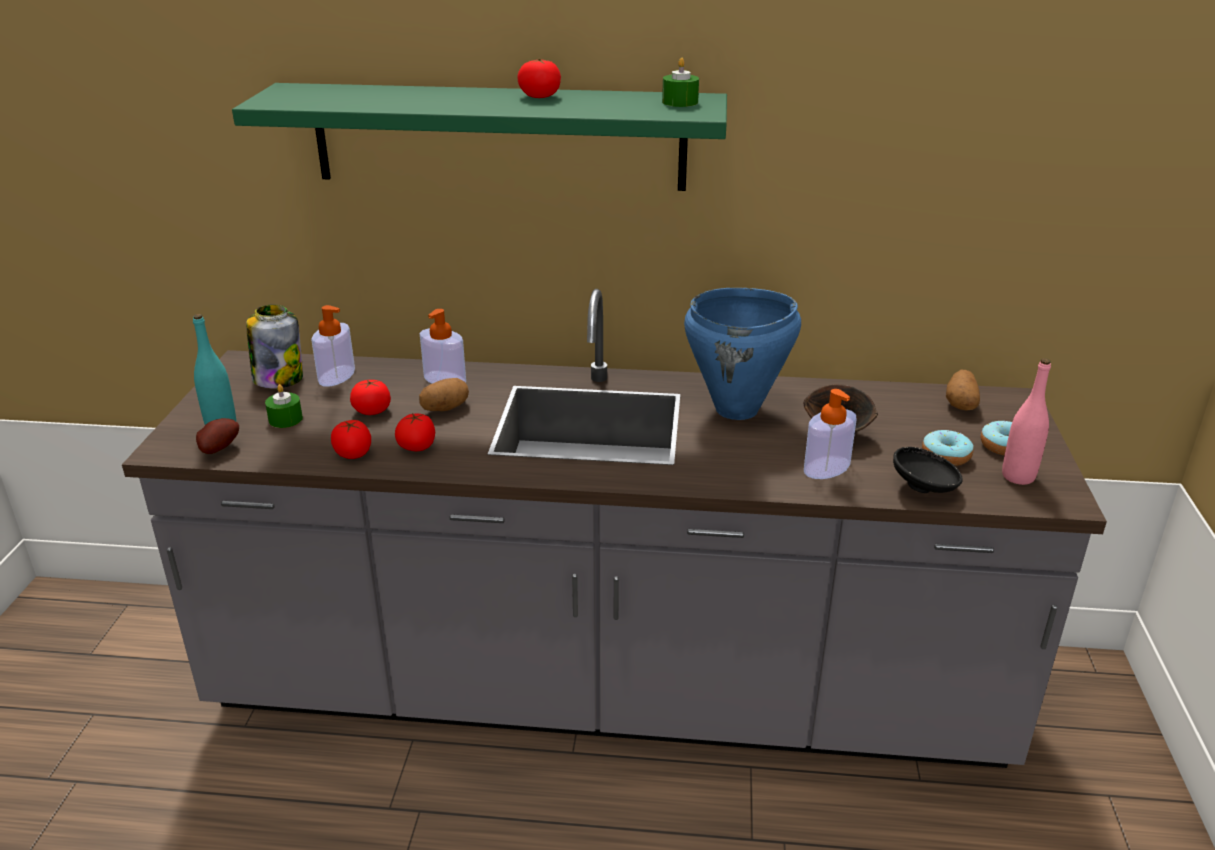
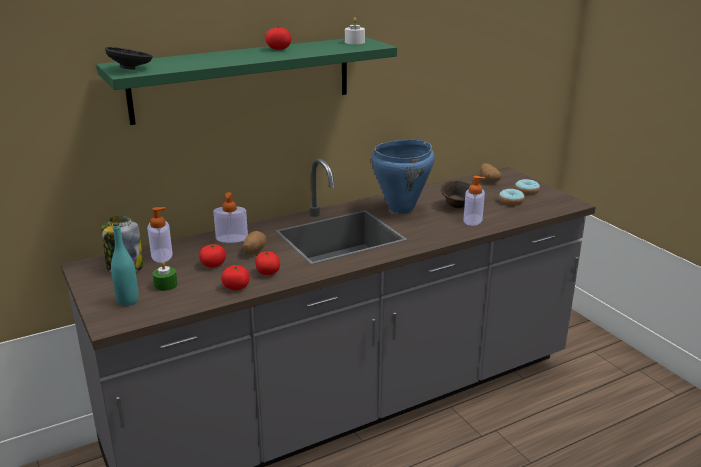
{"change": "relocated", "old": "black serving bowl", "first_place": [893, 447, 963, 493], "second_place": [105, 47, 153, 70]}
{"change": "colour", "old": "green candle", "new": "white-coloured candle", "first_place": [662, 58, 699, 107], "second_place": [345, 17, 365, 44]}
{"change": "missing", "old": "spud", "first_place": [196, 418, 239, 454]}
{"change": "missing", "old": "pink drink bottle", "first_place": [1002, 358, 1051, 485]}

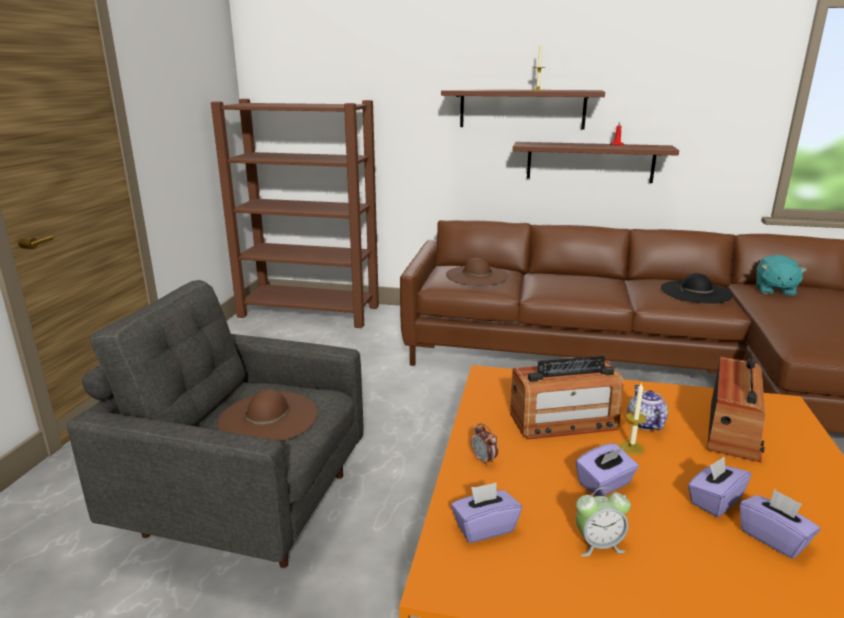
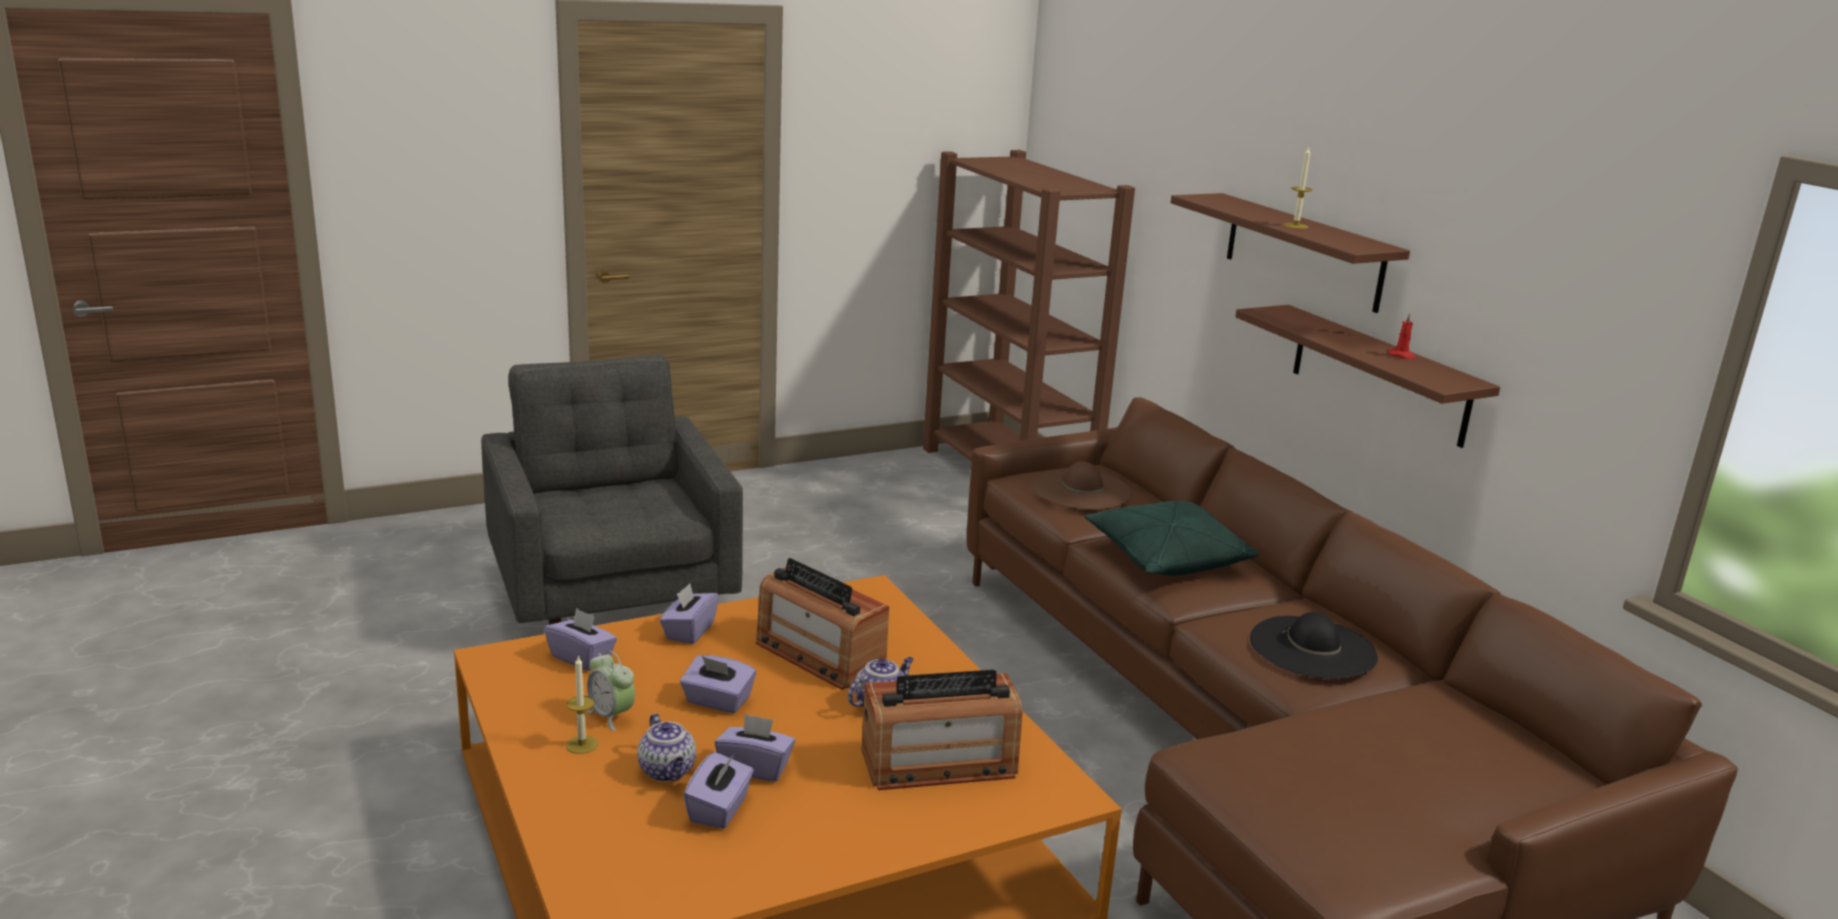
{"change": "relocated", "old": "candle", "first_place": [620, 382, 647, 454], "second_place": [566, 655, 598, 754]}
{"change": "appeared", "new": "pot for tea", "second_place": [637, 713, 696, 782]}
{"change": "exchanged", "old": "bedside clock", "new": "purple-coloured tissue holder", "first_place": [471, 423, 498, 466], "second_place": [660, 583, 719, 644]}
{"change": "appeared", "new": "green pillow", "second_place": [1085, 500, 1259, 575]}
{"change": "missing", "old": "brown-coloured clothing hat", "first_place": [218, 389, 318, 442]}
{"change": "missing", "old": "turquoise-coloured soft toy", "first_place": [756, 255, 807, 296]}

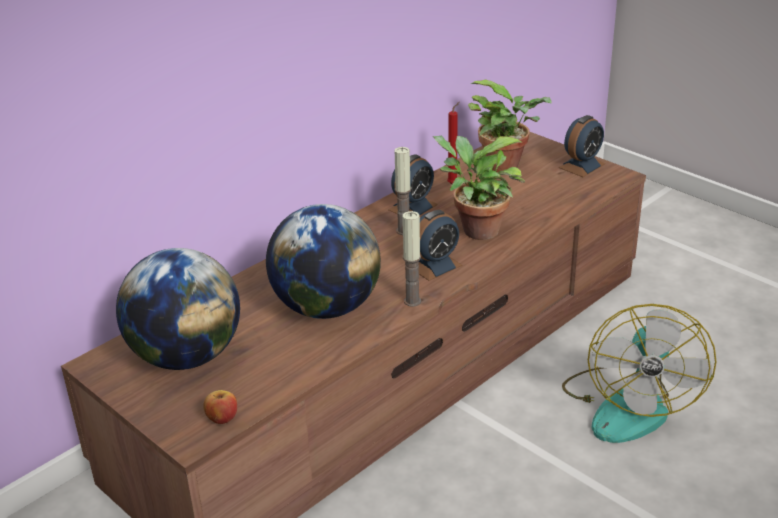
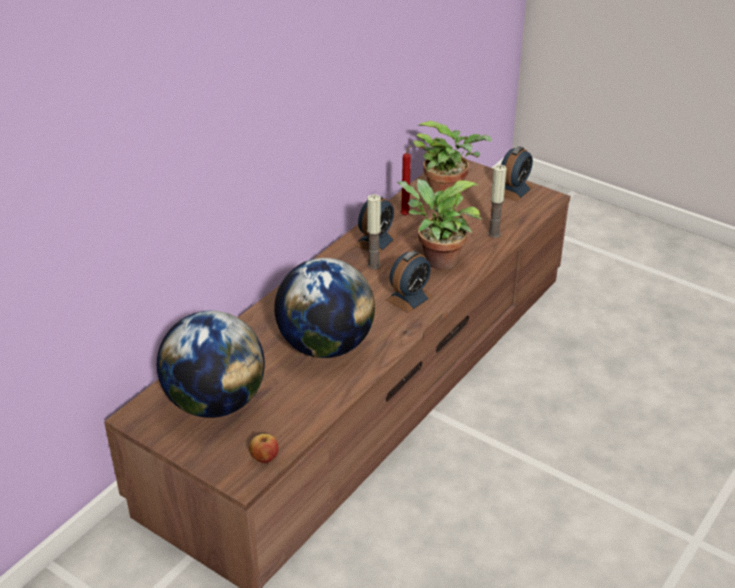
{"change": "relocated", "old": "candle", "first_place": [403, 211, 421, 307], "second_place": [488, 165, 507, 238]}
{"change": "missing", "old": "cooling fan", "first_place": [562, 304, 717, 443]}

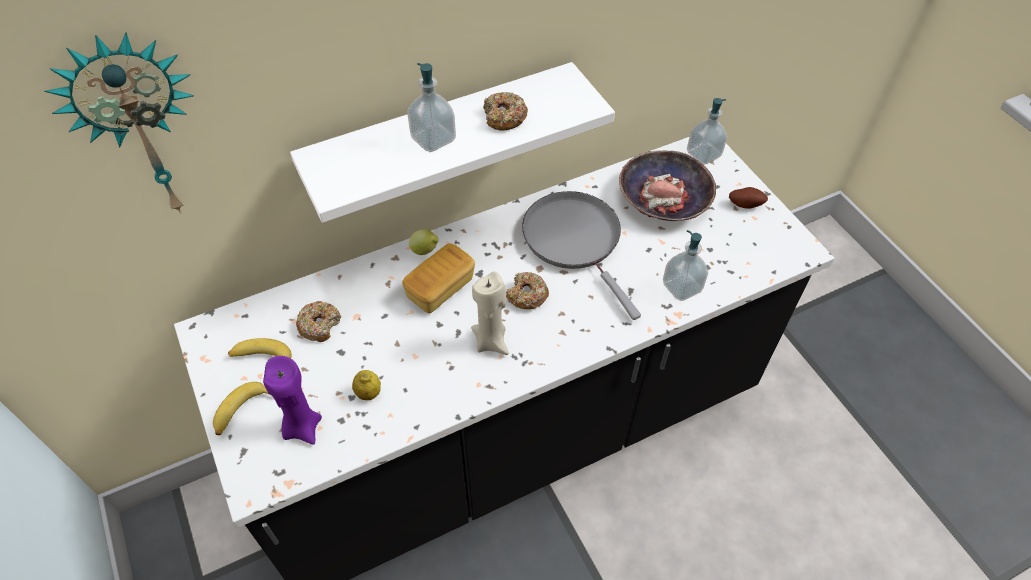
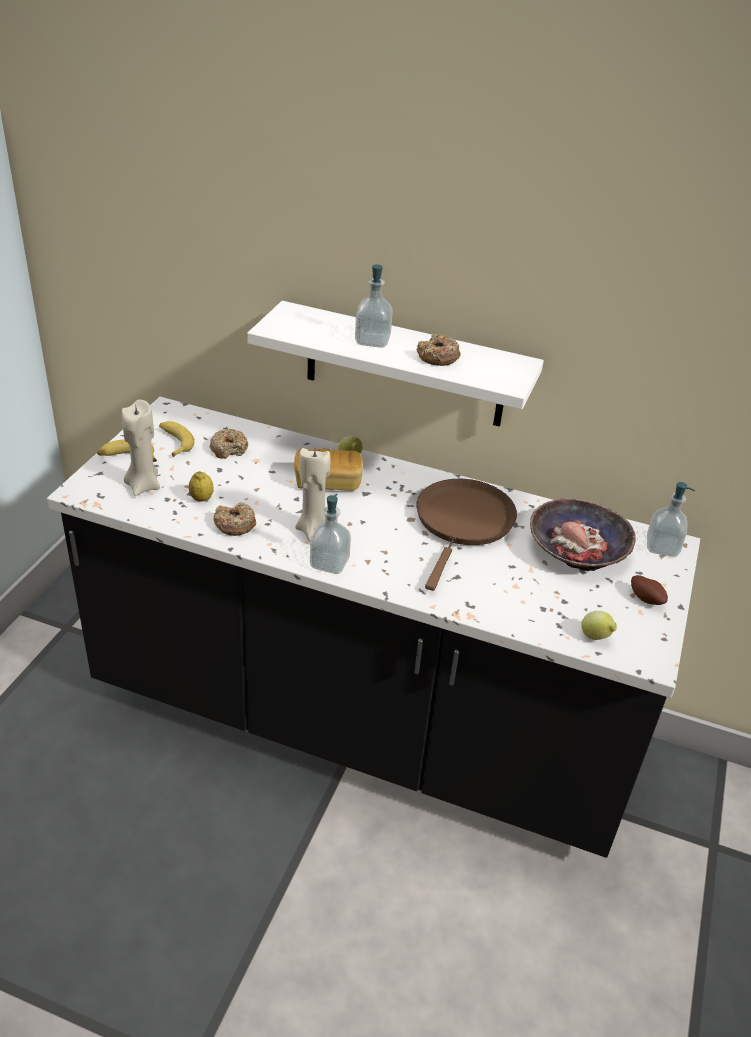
{"change": "colour", "old": "purple-coloured candle", "new": "beige candle", "first_place": [263, 356, 322, 444], "second_place": [121, 400, 160, 496]}
{"change": "relocated", "old": "doughnut", "first_place": [506, 272, 549, 309], "second_place": [213, 502, 256, 536]}
{"change": "relocated", "old": "soap bottle", "first_place": [663, 230, 708, 301], "second_place": [310, 494, 351, 574]}
{"change": "colour", "old": "greyish pan", "new": "brown-coloured pan", "first_place": [522, 191, 641, 320], "second_place": [416, 479, 517, 591]}
{"change": "appeared", "new": "lemon", "second_place": [581, 611, 617, 640]}
{"change": "missing", "old": "clock on the wall", "first_place": [44, 32, 194, 213]}

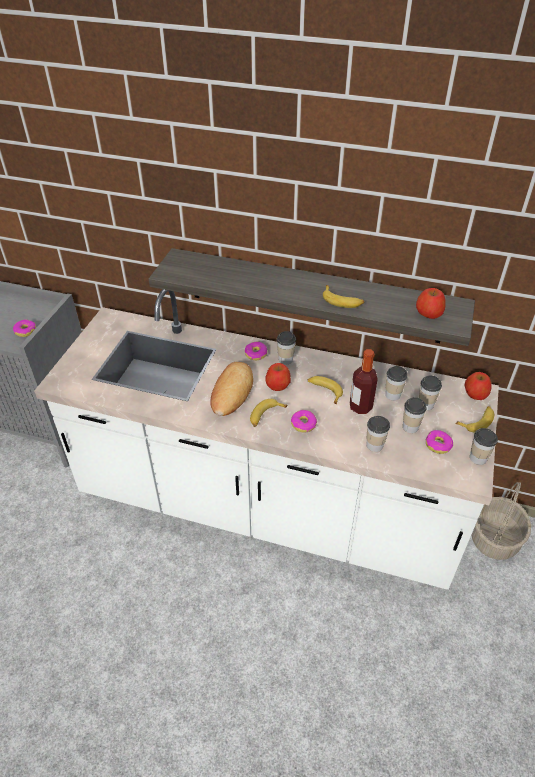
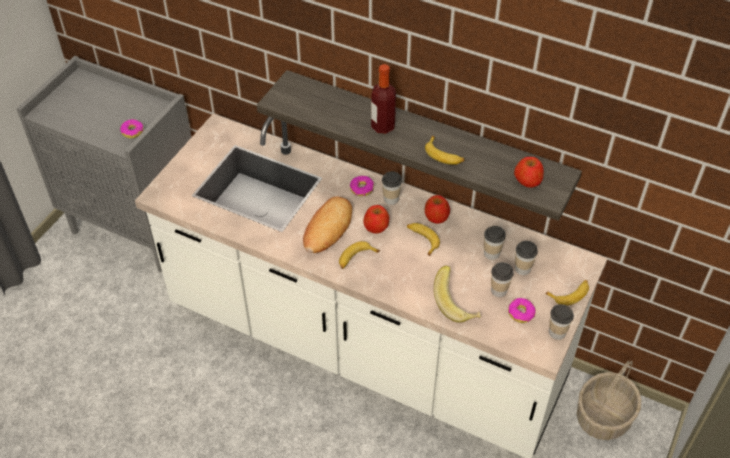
{"change": "relocated", "old": "drink bottle", "first_place": [350, 349, 378, 414], "second_place": [371, 64, 396, 134]}
{"change": "relocated", "old": "apple", "first_place": [464, 372, 492, 400], "second_place": [425, 195, 450, 224]}
{"change": "exchanged", "old": "cup", "new": "whole banana", "first_place": [367, 416, 390, 452], "second_place": [434, 265, 481, 323]}
{"change": "missing", "old": "doughnut", "first_place": [291, 410, 317, 432]}

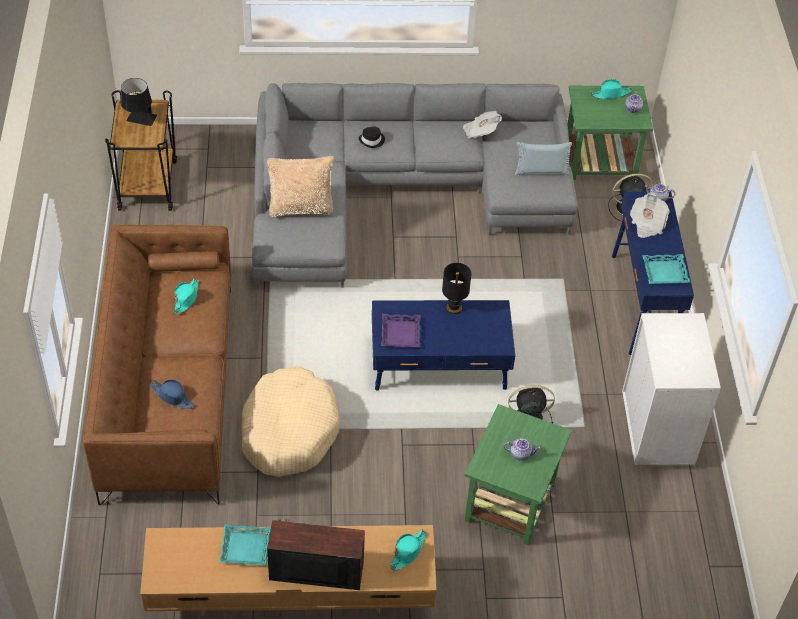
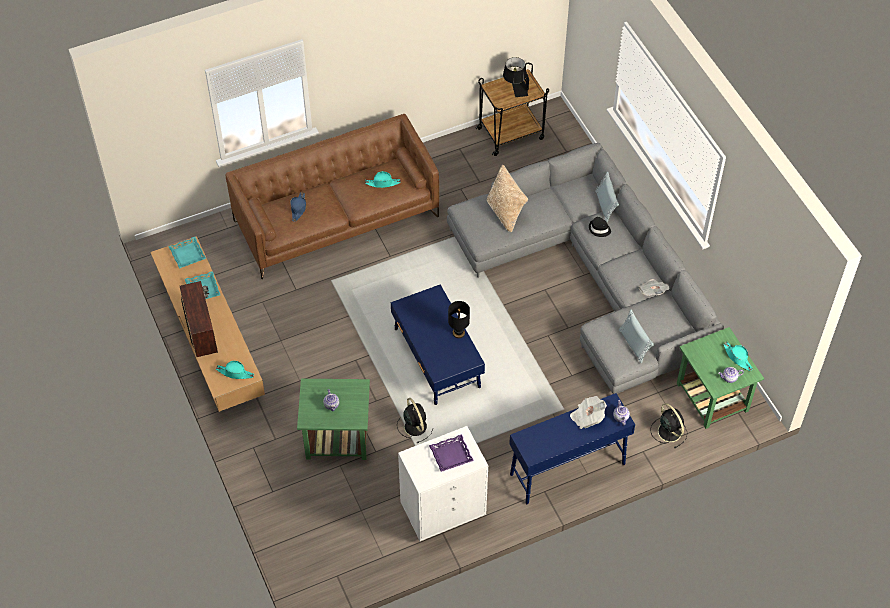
{"change": "relocated", "old": "turquoise-coloured tray", "first_place": [642, 254, 691, 284], "second_place": [168, 237, 206, 269]}
{"change": "relocated", "old": "purple-coloured tray", "first_place": [381, 314, 421, 347], "second_place": [429, 434, 474, 472]}
{"change": "appeared", "new": "bluish pillow", "second_place": [595, 172, 619, 222]}
{"change": "missing", "old": "beige dog bed", "first_place": [241, 366, 340, 477]}

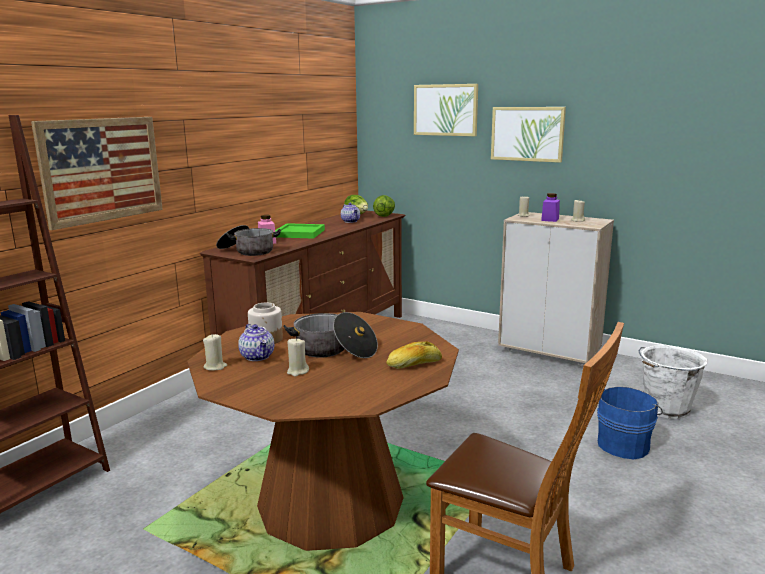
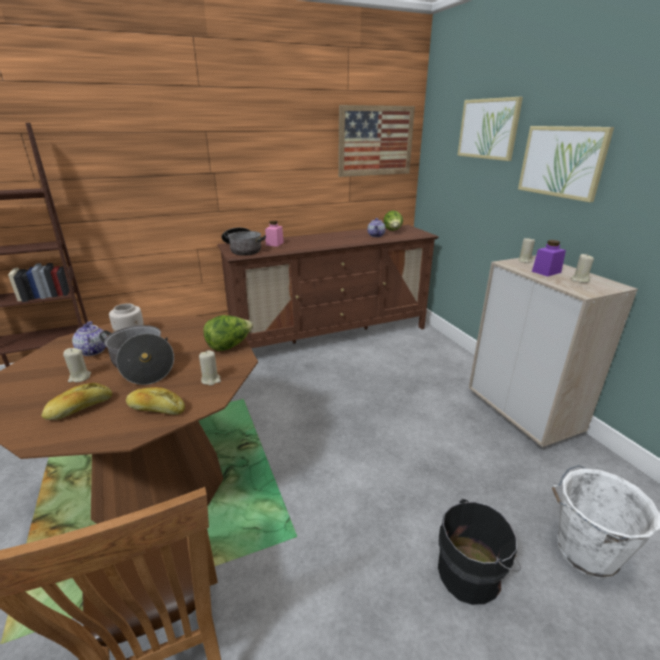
{"change": "appeared", "new": "bread", "second_place": [41, 383, 112, 420]}
{"change": "spun", "old": "pot for tea", "first_place": [238, 324, 274, 361], "second_place": [72, 321, 107, 356], "degrees": 150}
{"change": "relocated", "old": "beige candle", "first_place": [203, 334, 227, 371], "second_place": [199, 350, 221, 385]}
{"change": "relocated", "old": "head of lettuce", "first_place": [373, 195, 395, 217], "second_place": [203, 315, 253, 351]}
{"change": "relocated", "old": "picture", "first_place": [31, 117, 163, 230], "second_place": [338, 105, 415, 177]}
{"change": "colour", "old": "bluish pail", "new": "black pail", "first_place": [597, 386, 663, 459], "second_place": [438, 499, 521, 605]}
{"change": "missing", "old": "green tray", "first_place": [275, 223, 325, 239]}

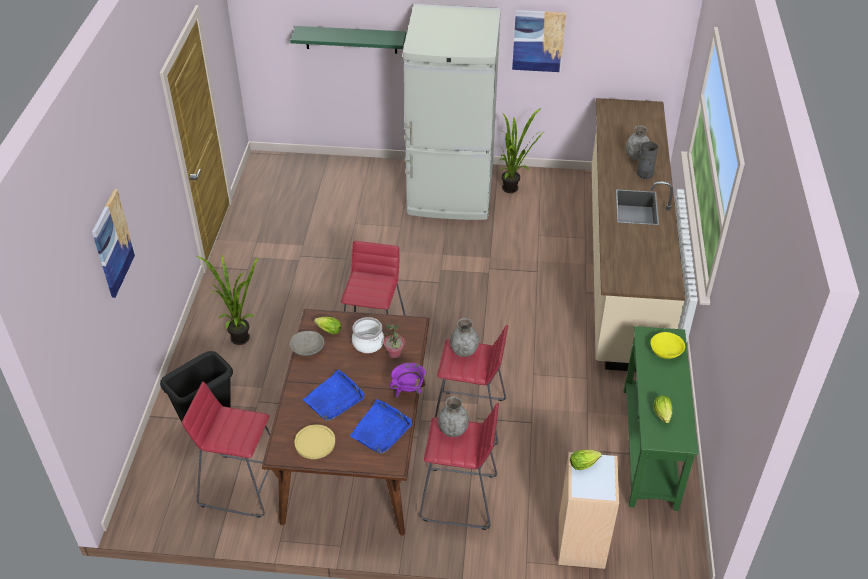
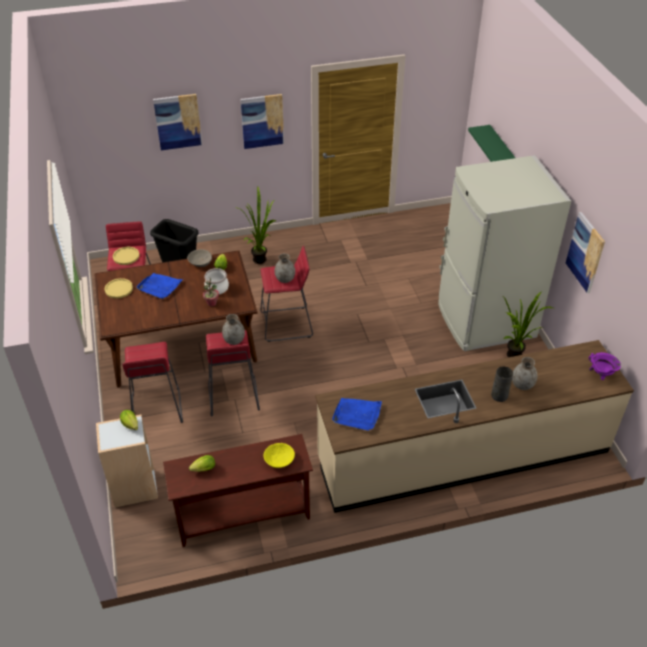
{"change": "appeared", "new": "yellow-coloured flat dish", "second_place": [113, 247, 140, 265]}
{"change": "colour", "old": "green narrow table", "new": "brown-coloured narrow table", "first_place": [623, 326, 698, 511], "second_place": [163, 434, 313, 547]}
{"change": "appeared", "new": "picture", "second_place": [240, 94, 284, 149]}
{"change": "relocated", "old": "greyish decorative vase", "first_place": [438, 397, 469, 437], "second_place": [274, 253, 295, 283]}
{"change": "relocated", "old": "bluish tray", "first_place": [350, 399, 412, 454], "second_place": [332, 398, 382, 431]}
{"change": "relocated", "old": "purple-coloured saucepot", "first_place": [390, 363, 426, 398], "second_place": [589, 352, 621, 380]}

